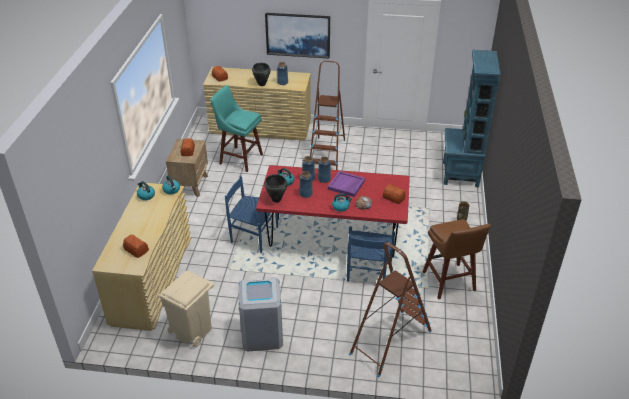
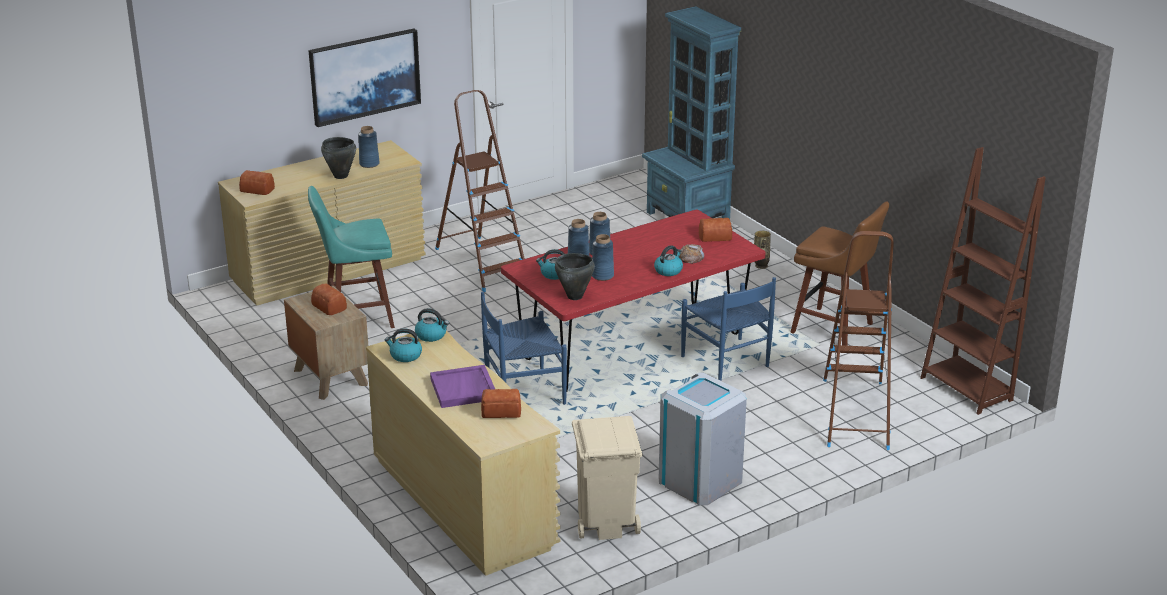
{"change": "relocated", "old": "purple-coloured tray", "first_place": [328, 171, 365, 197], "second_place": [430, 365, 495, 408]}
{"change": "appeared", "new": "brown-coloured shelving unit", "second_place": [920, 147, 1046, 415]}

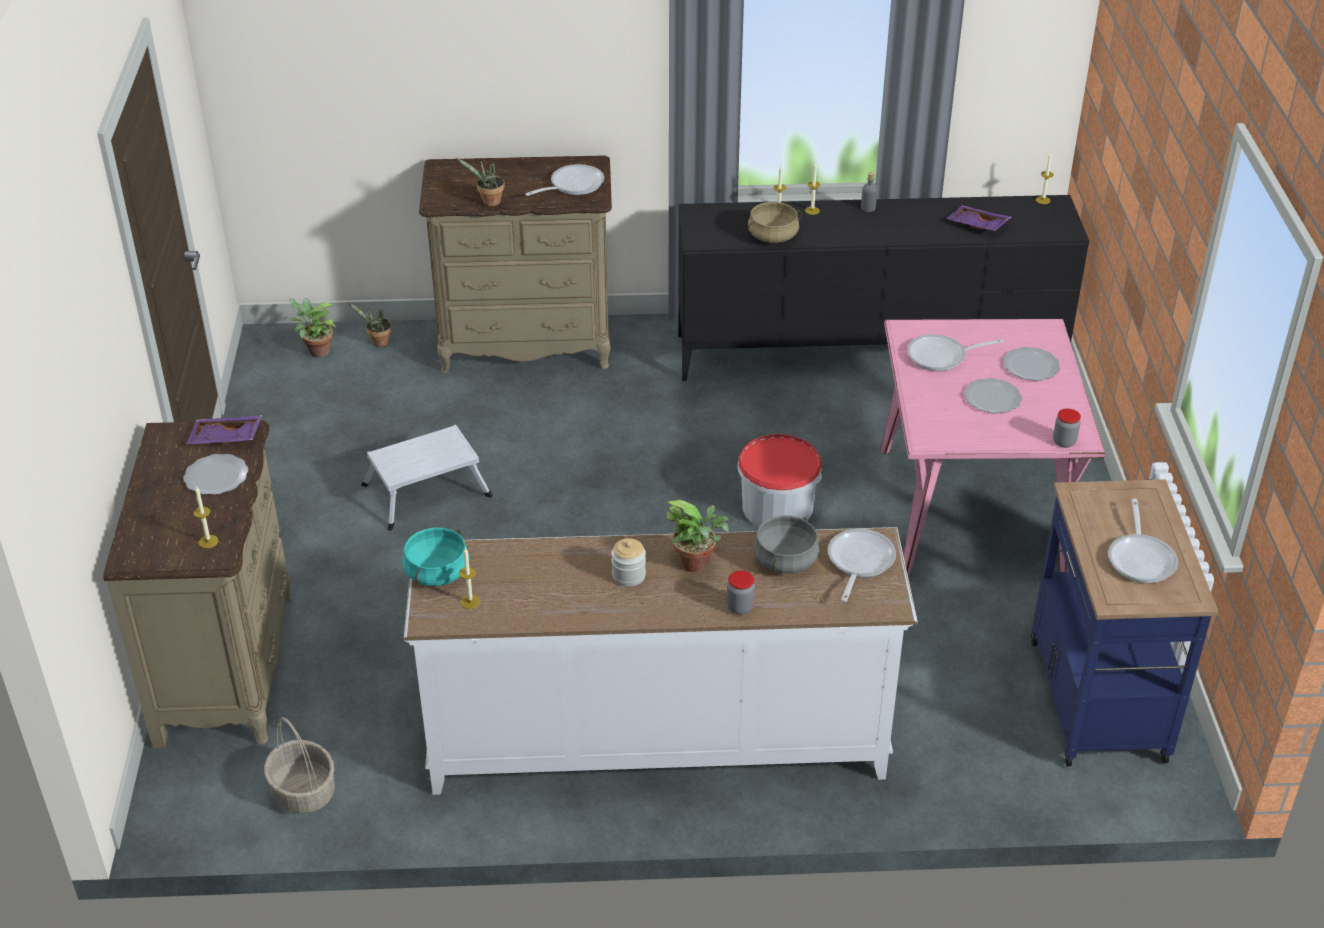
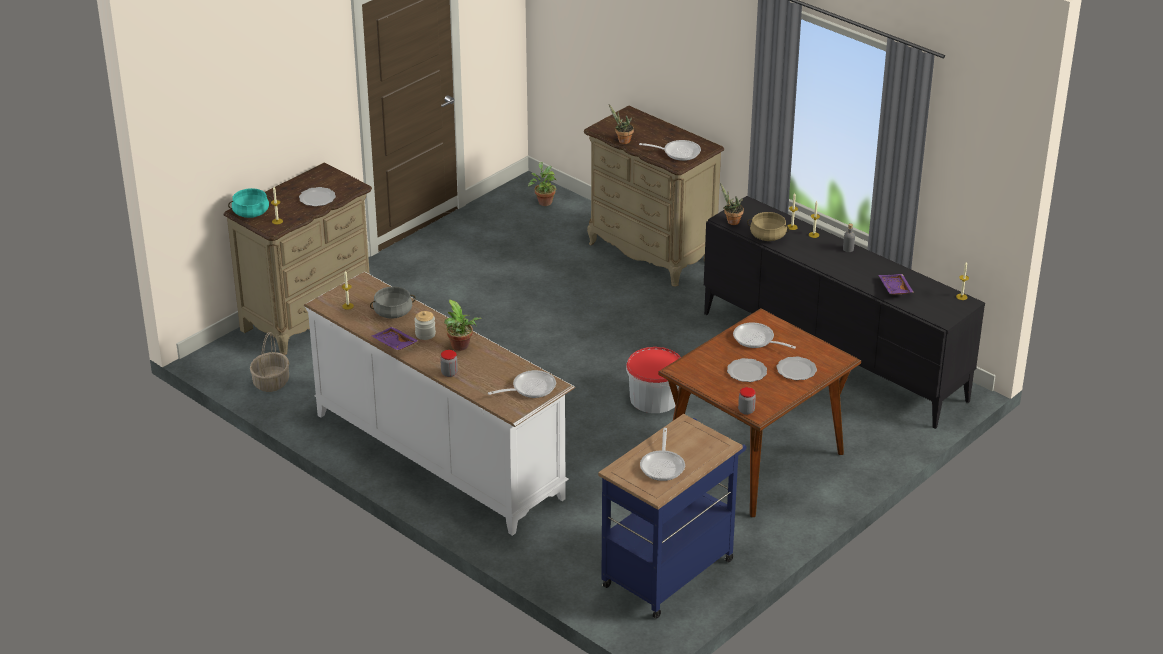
{"change": "relocated", "old": "turquoise-coloured saucepot", "first_place": [402, 528, 470, 586], "second_place": [228, 188, 272, 218]}
{"change": "relocated", "old": "greyish saucepot", "first_place": [753, 516, 819, 573], "second_place": [370, 286, 416, 319]}
{"change": "relocated", "old": "purple-coloured tray", "first_place": [186, 415, 262, 444], "second_place": [372, 327, 418, 350]}
{"change": "spun", "old": "pan", "first_place": [1108, 499, 1178, 583], "second_place": [640, 428, 685, 481], "degrees": -45}
{"change": "colour", "old": "pink dining table", "new": "brown-coloured dining table", "first_place": [880, 319, 1105, 576], "second_place": [658, 308, 861, 517]}
{"change": "relocated", "old": "plant in a pot", "first_place": [347, 302, 392, 347], "second_place": [720, 183, 744, 225]}
{"change": "missing", "old": "white-coloured step ladder", "first_place": [361, 425, 493, 531]}

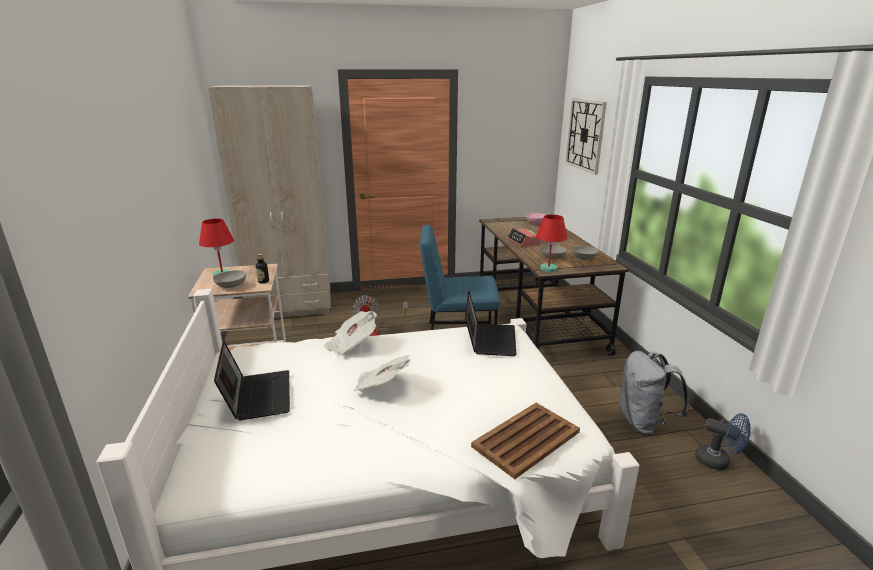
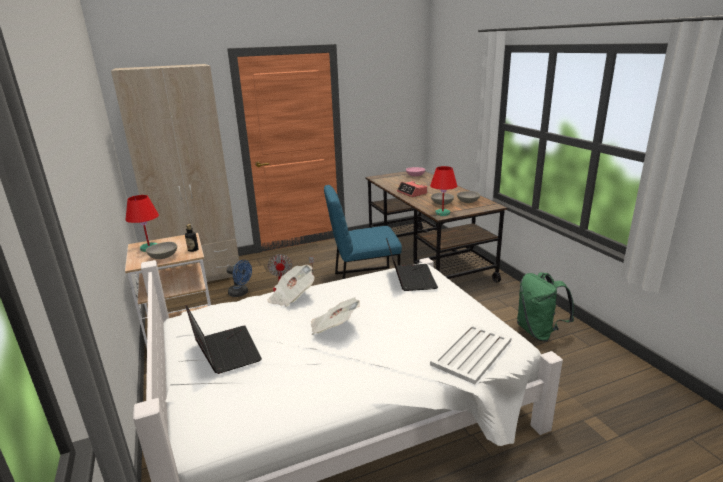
{"change": "relocated", "old": "bluish cooling fan", "first_place": [695, 413, 751, 470], "second_place": [227, 260, 252, 297]}
{"change": "colour", "old": "brown-coloured tray", "new": "white-coloured tray", "first_place": [471, 403, 580, 479], "second_place": [430, 323, 512, 384]}
{"change": "colour", "old": "greyish backpack", "new": "green backpack", "first_place": [619, 351, 689, 436], "second_place": [517, 272, 574, 342]}
{"change": "missing", "old": "clock on the wall", "first_place": [565, 99, 607, 175]}

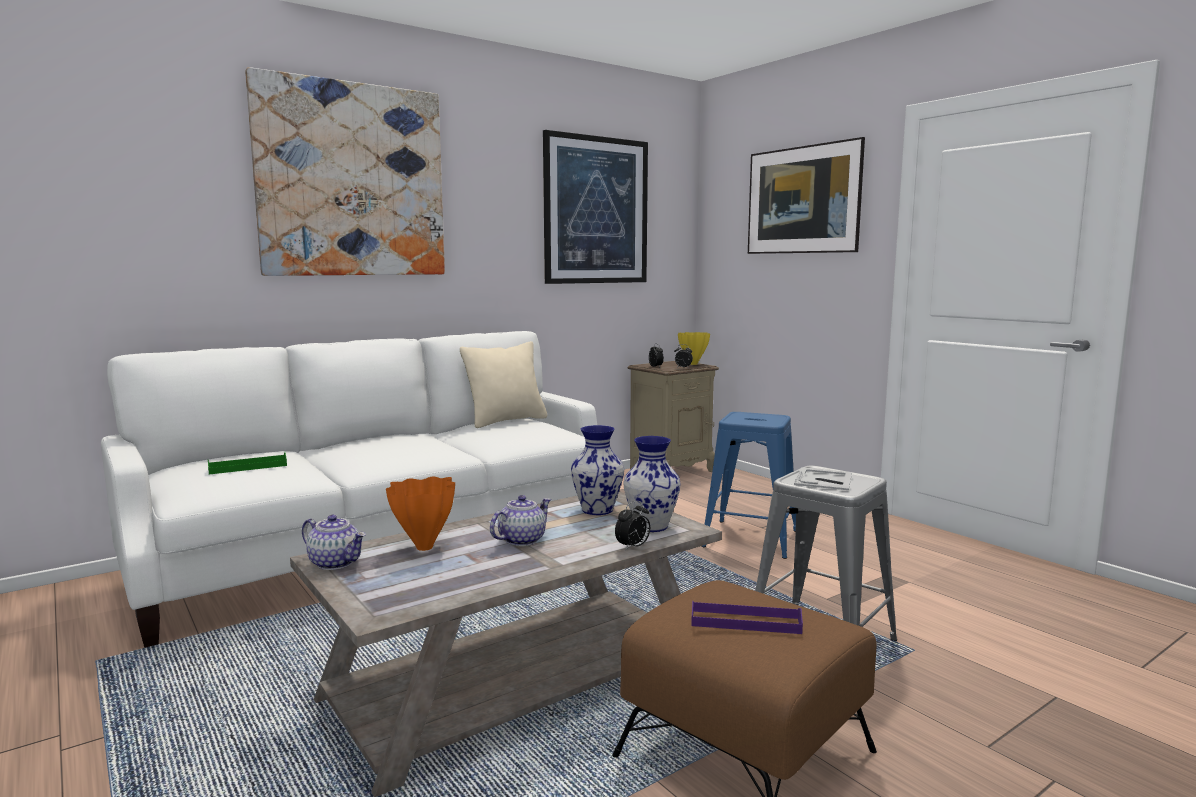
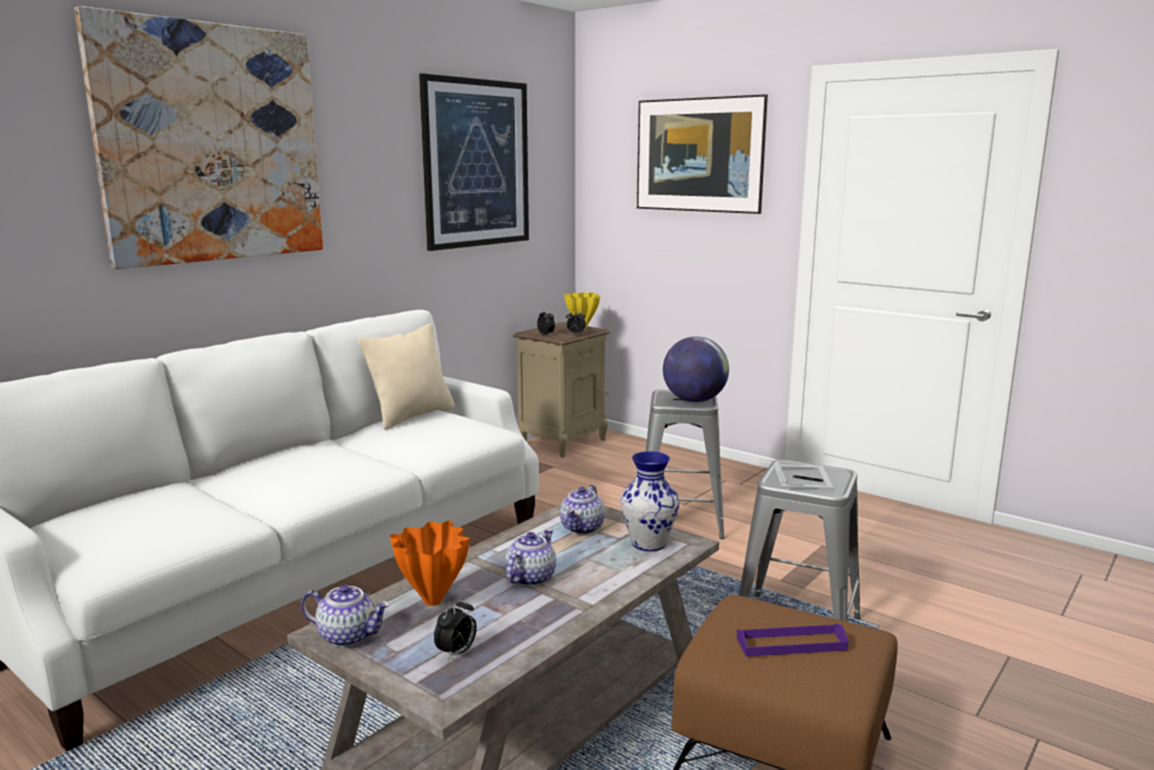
{"change": "relocated", "old": "bedside clock", "first_place": [615, 501, 650, 551], "second_place": [434, 597, 477, 660]}
{"change": "exchanged", "old": "decorative vase", "new": "pot for tea", "first_place": [571, 425, 624, 515], "second_place": [560, 485, 605, 534]}
{"change": "colour", "old": "bluish sitting stool", "new": "greyish sitting stool", "first_place": [701, 412, 796, 559], "second_place": [646, 390, 725, 539]}
{"change": "appeared", "new": "desk globe", "second_place": [663, 336, 729, 402]}
{"change": "missing", "old": "green tray", "first_place": [208, 452, 287, 474]}

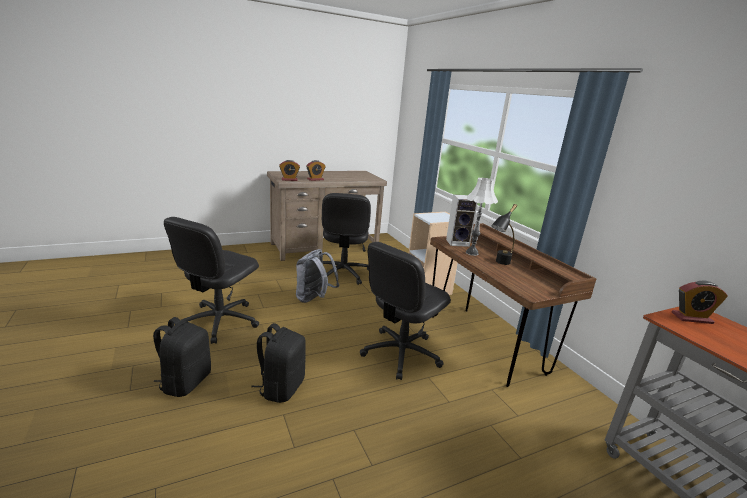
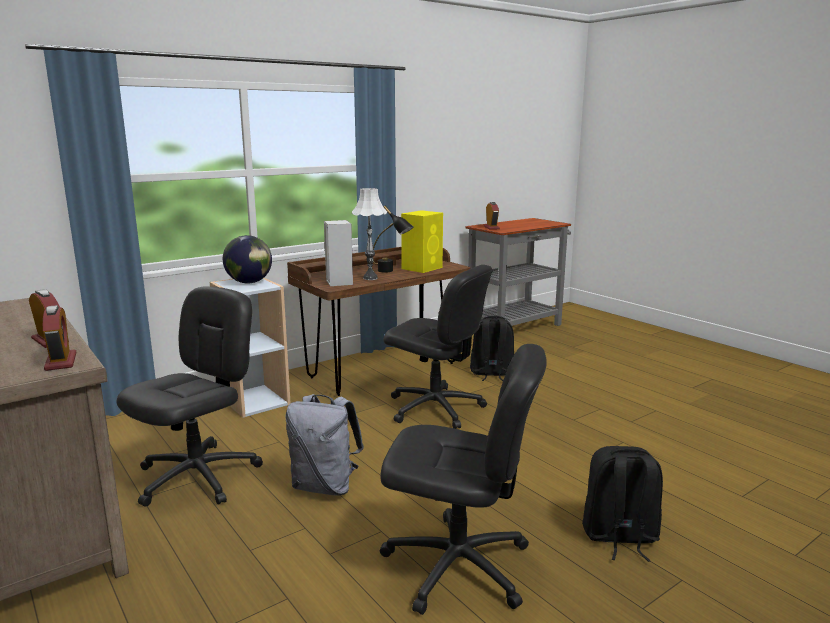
{"change": "spun", "old": "black office chair", "first_place": [322, 193, 371, 285], "second_place": [116, 286, 263, 507], "degrees": -45}
{"change": "appeared", "new": "desk globe", "second_place": [223, 235, 272, 283]}
{"change": "appeared", "new": "yellow-coloured audio speaker", "second_place": [401, 210, 443, 273]}
{"change": "relocated", "old": "black backpack", "first_place": [251, 323, 306, 403], "second_place": [470, 316, 515, 381]}

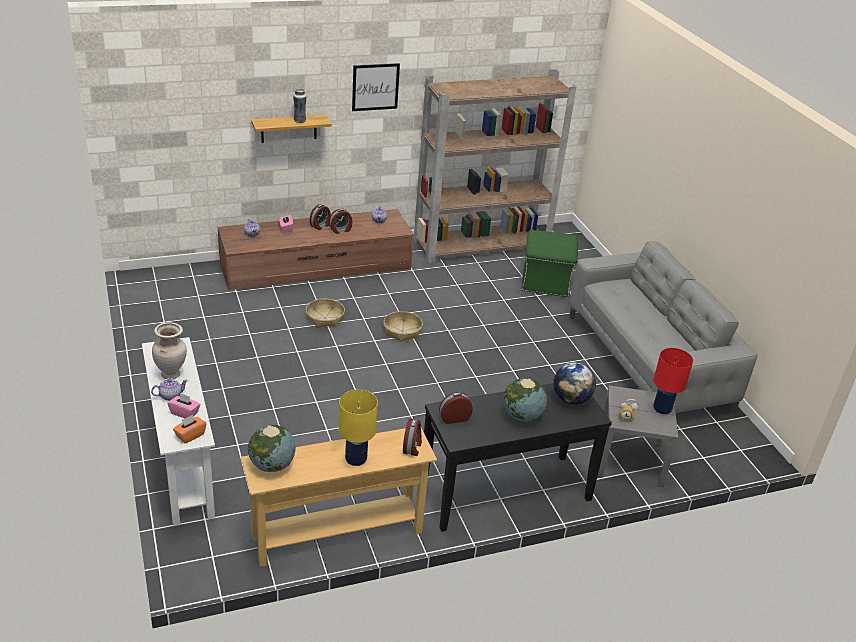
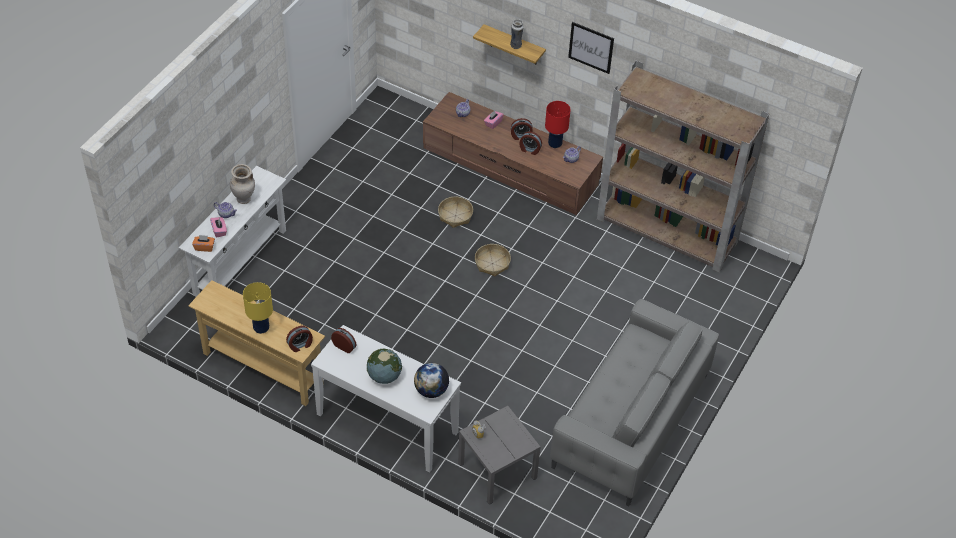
{"change": "colour", "old": "black narrow table", "new": "white-coloured narrow table", "first_place": [424, 383, 612, 532], "second_place": [311, 325, 461, 473]}
{"change": "relocated", "old": "red-coloured lamp for a table", "first_place": [653, 348, 693, 414], "second_place": [545, 101, 571, 148]}
{"change": "missing", "old": "desk globe", "first_place": [248, 425, 296, 472]}
{"change": "missing", "old": "green footrest", "first_place": [521, 230, 578, 297]}

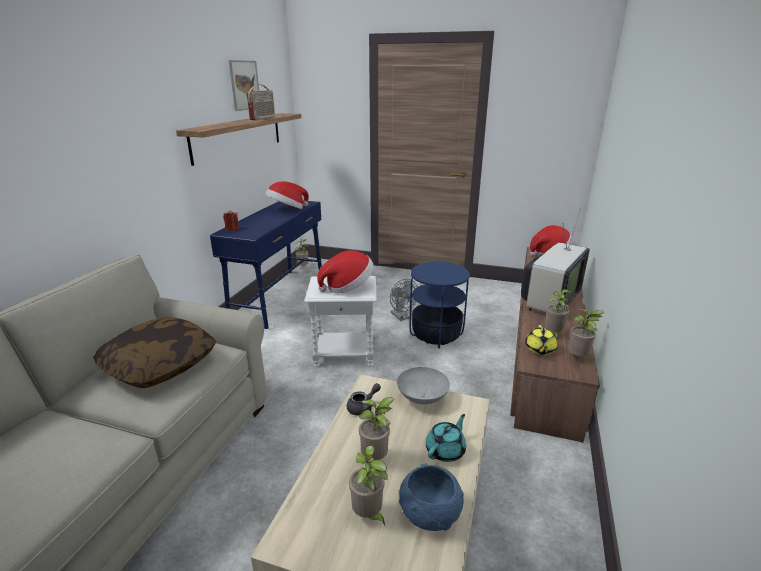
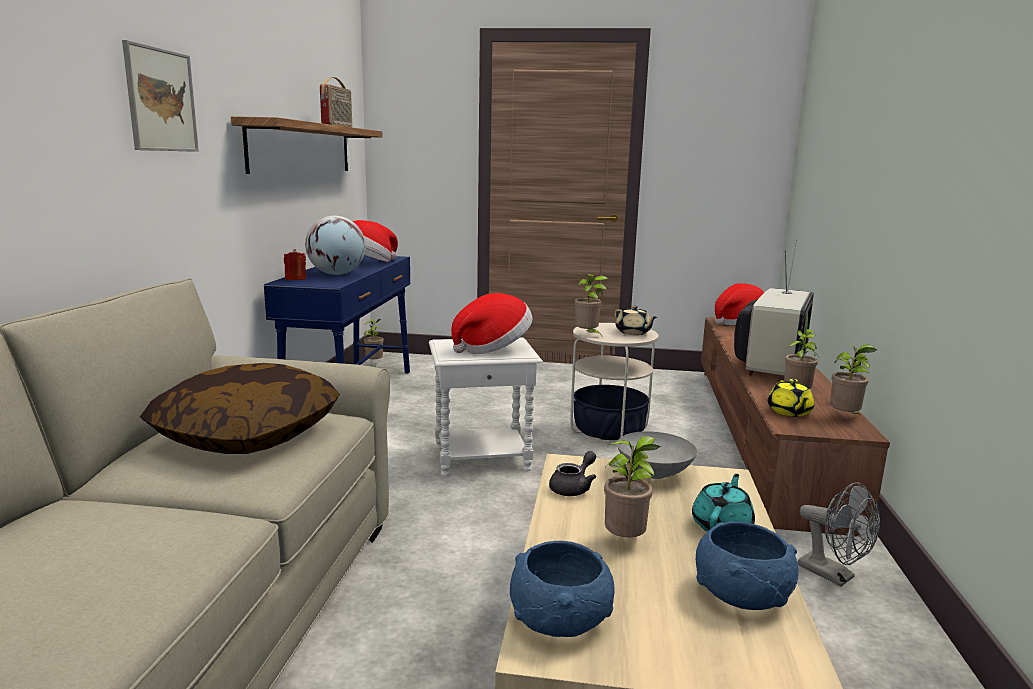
{"change": "relocated", "old": "picture", "first_place": [229, 60, 259, 111], "second_place": [122, 40, 199, 152]}
{"change": "appeared", "new": "desk globe", "second_place": [305, 216, 366, 275]}
{"change": "appeared", "new": "bluish serving bowl", "second_place": [510, 541, 615, 637]}
{"change": "colour", "old": "bluish accent table", "new": "beige accent table", "first_place": [409, 262, 470, 348], "second_place": [570, 323, 658, 442]}
{"change": "relocated", "old": "plant in a pot", "first_place": [349, 446, 388, 525], "second_place": [574, 274, 608, 338]}
{"change": "appeared", "new": "beige pot for tea", "second_place": [615, 305, 657, 335]}
{"change": "relocated", "old": "greyish cooling fan", "first_place": [390, 279, 418, 321], "second_place": [798, 482, 880, 586]}

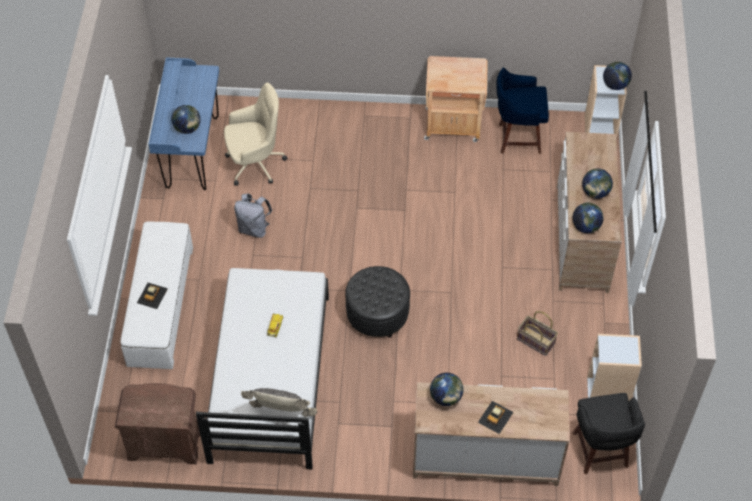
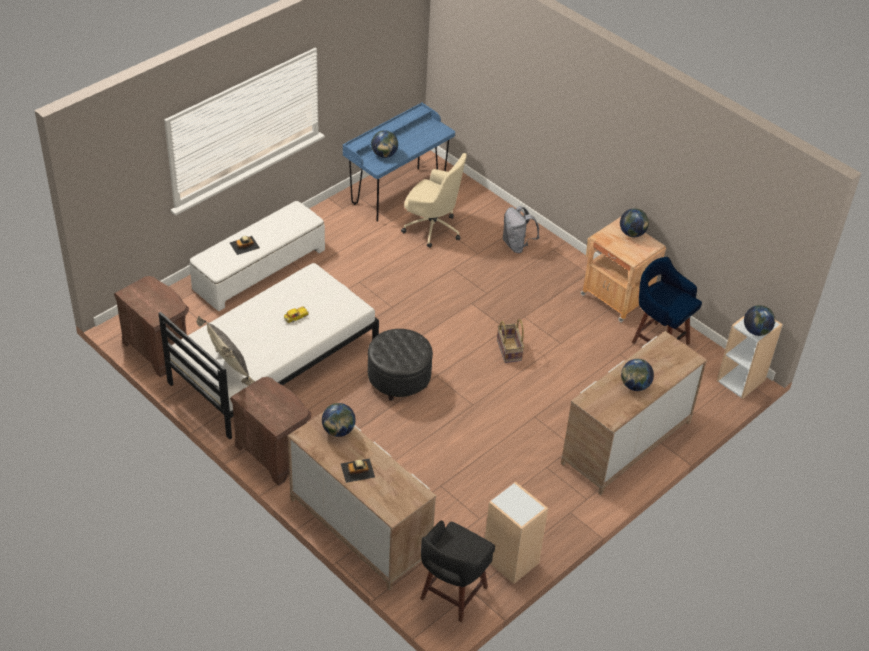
{"change": "appeared", "new": "brown-coloured nightstand", "second_place": [230, 377, 311, 486]}
{"change": "relocated", "old": "storage basket", "first_place": [517, 311, 558, 356], "second_place": [497, 319, 524, 363]}
{"change": "relocated", "old": "greyish backpack", "first_place": [234, 194, 272, 238], "second_place": [503, 206, 539, 253]}
{"change": "relocated", "old": "desk globe", "first_place": [573, 202, 604, 233], "second_place": [620, 208, 649, 237]}

